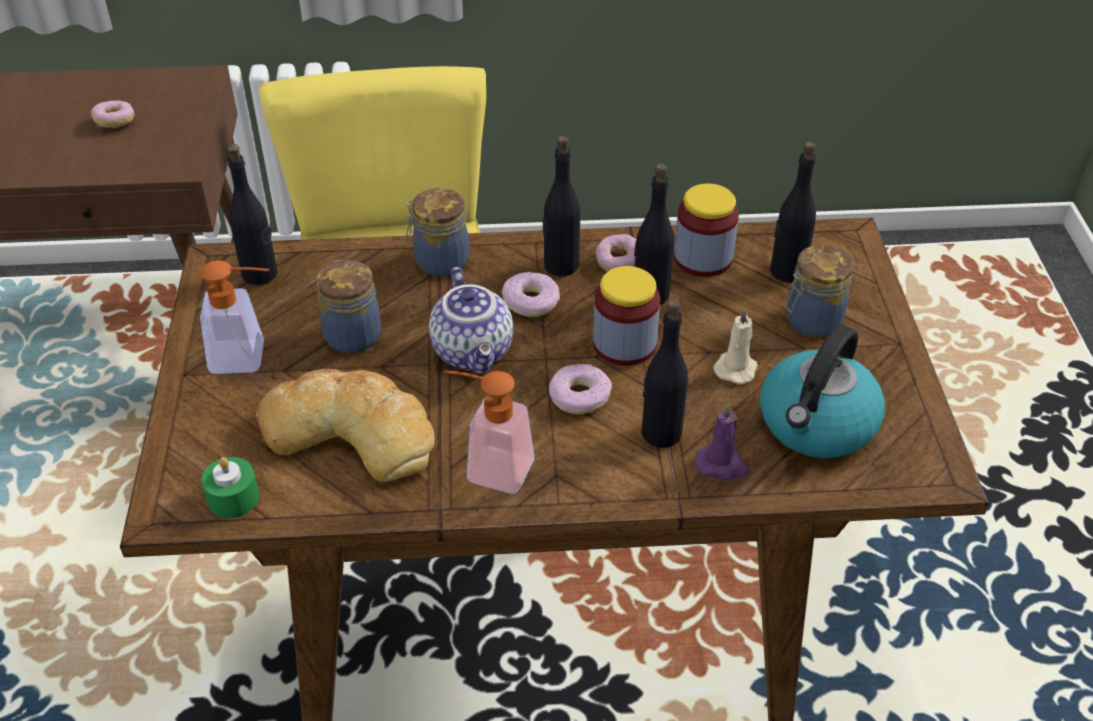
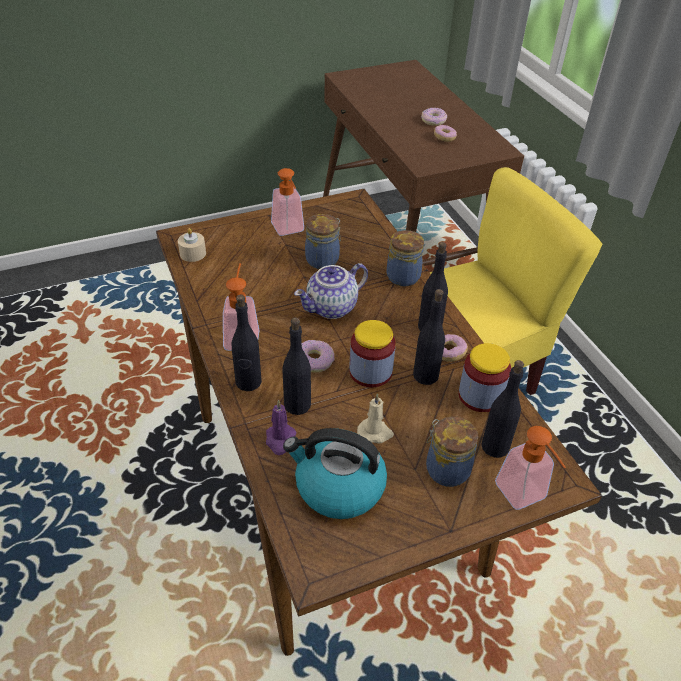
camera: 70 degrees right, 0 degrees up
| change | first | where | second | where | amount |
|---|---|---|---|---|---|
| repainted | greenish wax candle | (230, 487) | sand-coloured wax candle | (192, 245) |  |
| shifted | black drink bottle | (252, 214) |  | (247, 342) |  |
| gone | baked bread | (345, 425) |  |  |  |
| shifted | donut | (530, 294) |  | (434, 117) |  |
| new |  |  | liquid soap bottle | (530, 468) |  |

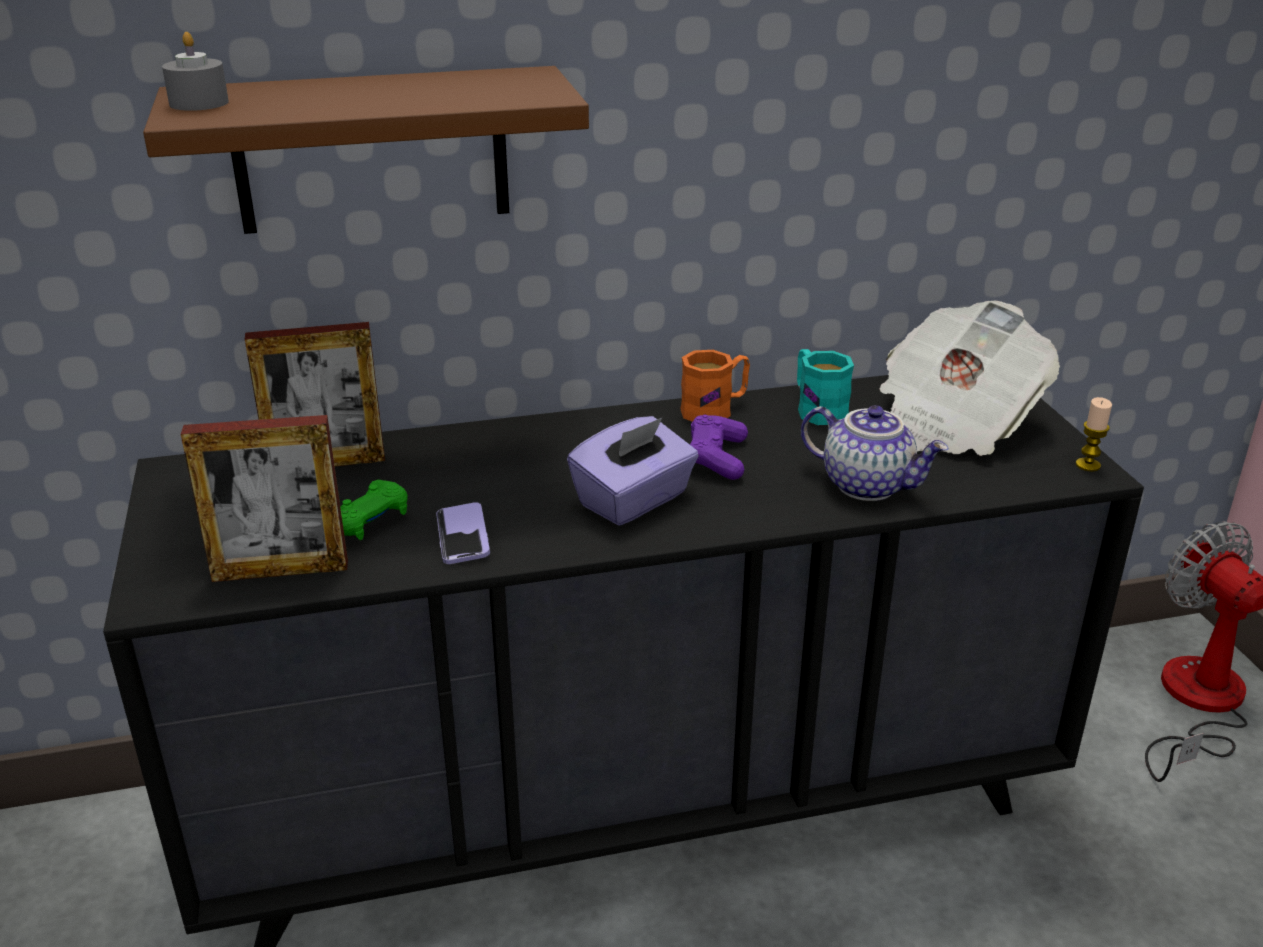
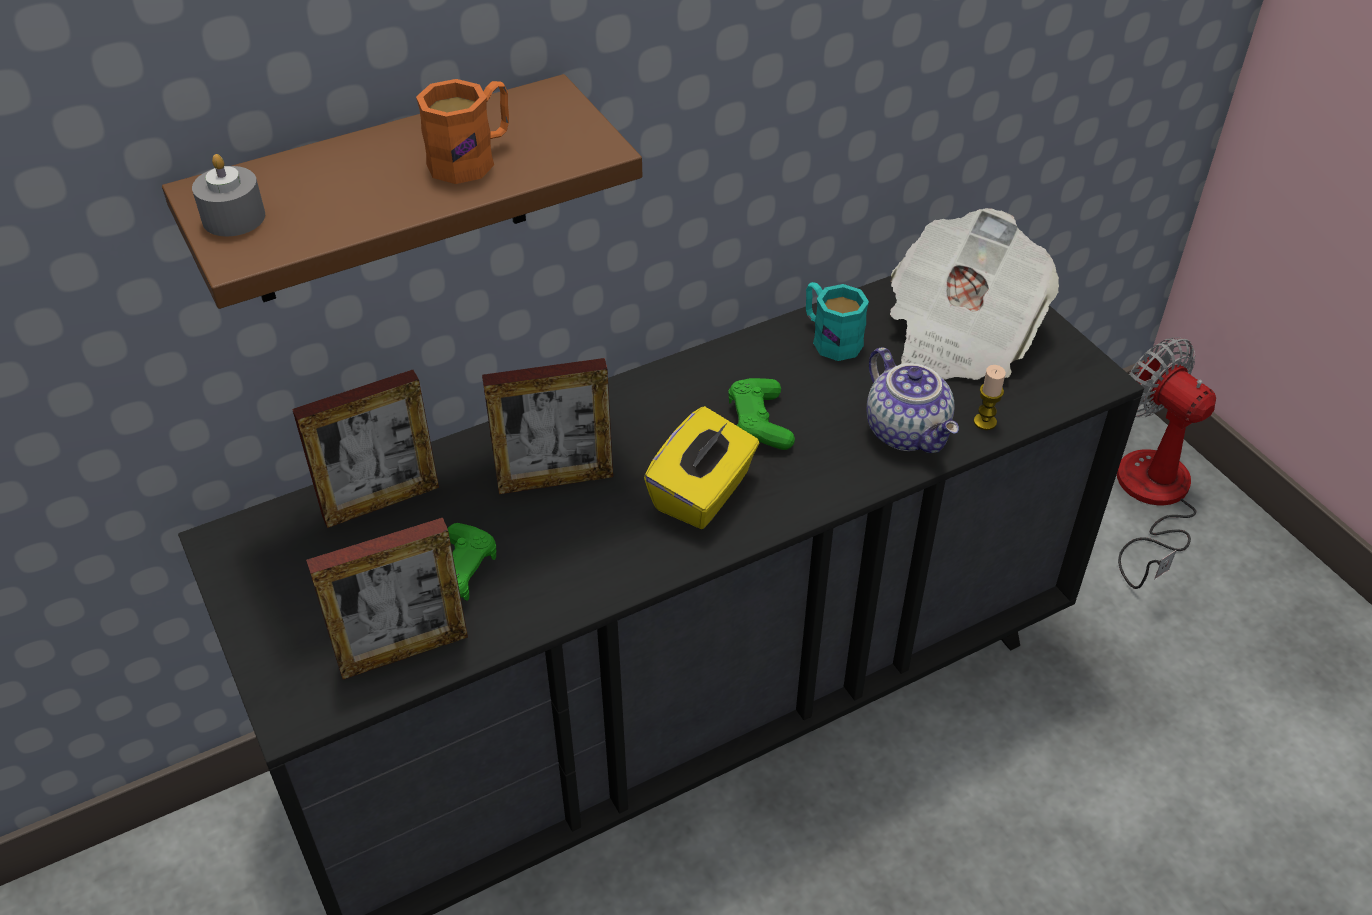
camera: 15 degrees left, 15 degrees up
| change | first | where | second | where | amount |
|---|---|---|---|---|---|
| gone | handset | (463, 533) |  |  |  |
| repainted | purple tissue holder | (633, 471) | yellowish tissue holder | (701, 467) |  |
| shifted | orange coffee mug | (715, 386) |  | (462, 131) |  |
| repainted | purple game controller | (719, 447) | greenish game controller | (761, 414) |  |
| rotated | tea pot | (874, 453) |  | (913, 400) | 45 degrees clockwise |
| shifted | wax candle | (1094, 434) |  | (989, 397) |  |
| new |  |  | picture frame | (547, 426) |  |

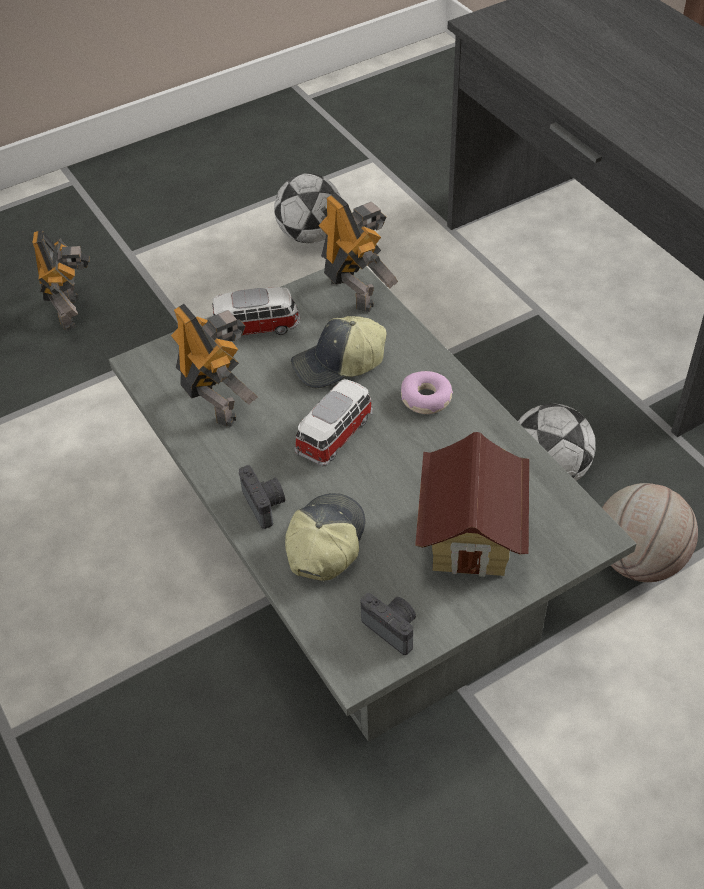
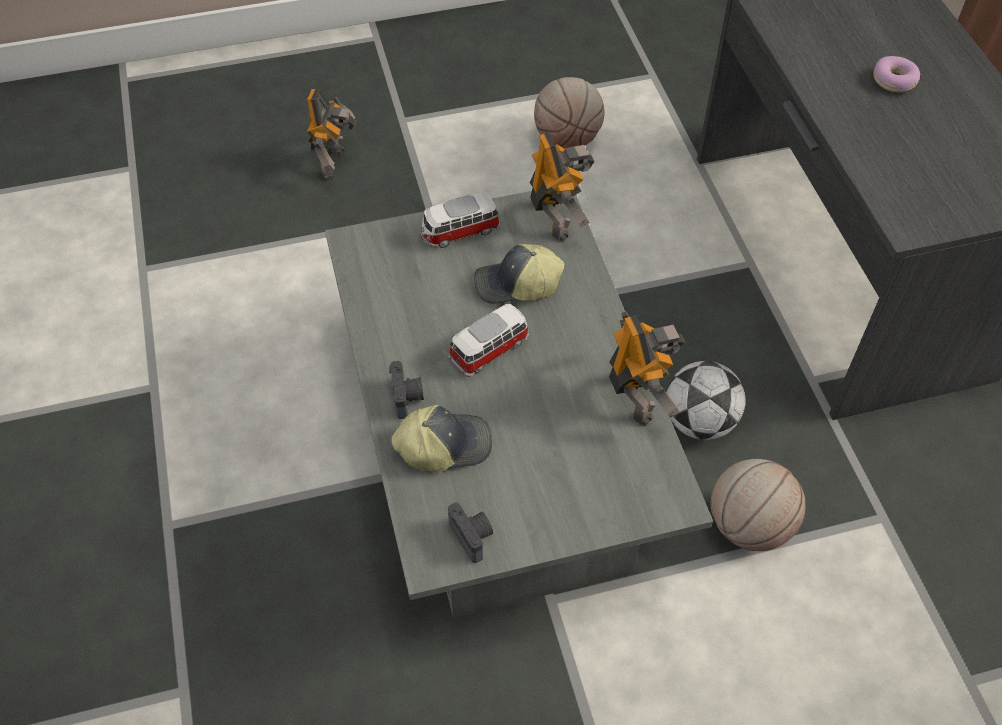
camera: 15 degrees right, 5 degrees up
| change | first | where | second | where | amount |
|---|---|---|---|---|---|
| shifted | toy robot | (214, 365) |  | (647, 368) |  |
| rotated | miniature car | (256, 314) |  | (460, 220) | 150 degrees clockwise |
| swapped | football ball | (307, 208) | basketball | (569, 113) |  |
| rotated | baseball cap | (325, 537) |  | (441, 438) | 45 degrees clockwise |
| shifted | donut | (427, 392) |  | (896, 74) |  |
| gone | model house | (472, 504) |  |  |  |

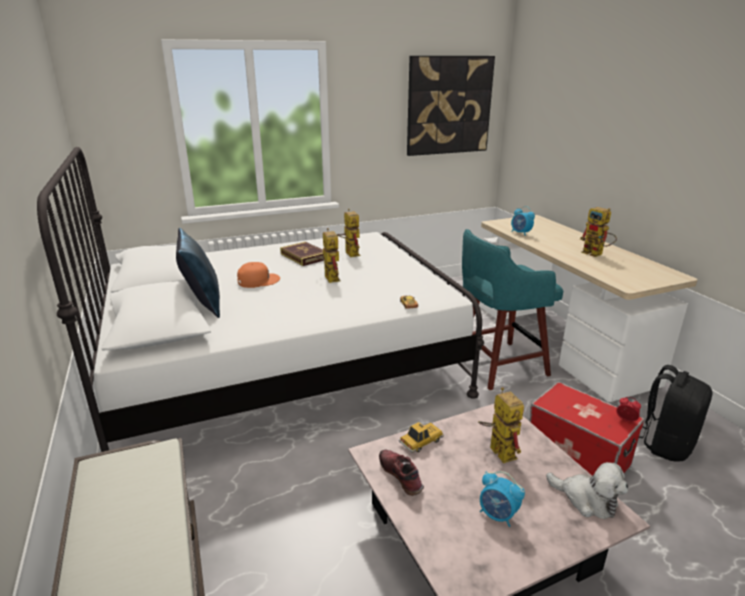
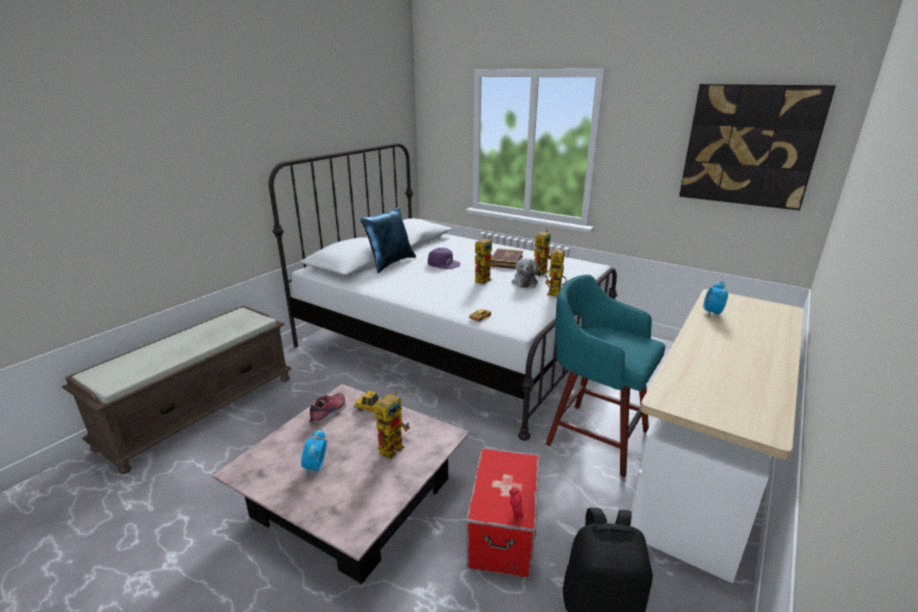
camera: 55 degrees right, 0 degrees up
| change | first | where | second | where | amount |
|---|---|---|---|---|---|
| repainted | orange baseball cap | (258, 275) | purple baseball cap | (444, 258) |  |
| shifted | cuddly toy | (587, 490) |  | (526, 273) |  |
| shifted | toy robot | (598, 232) |  | (556, 272) |  |

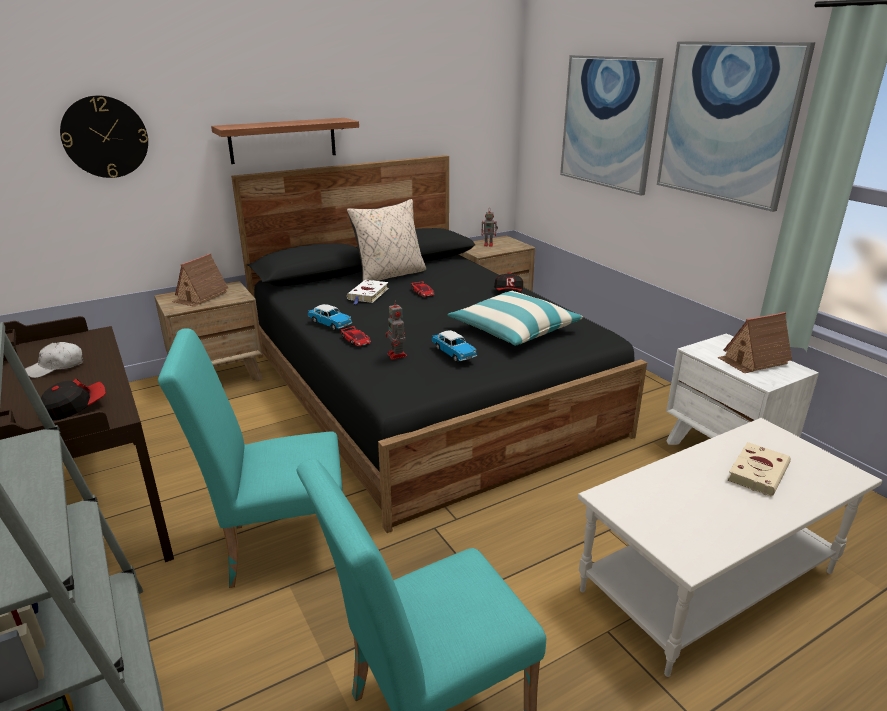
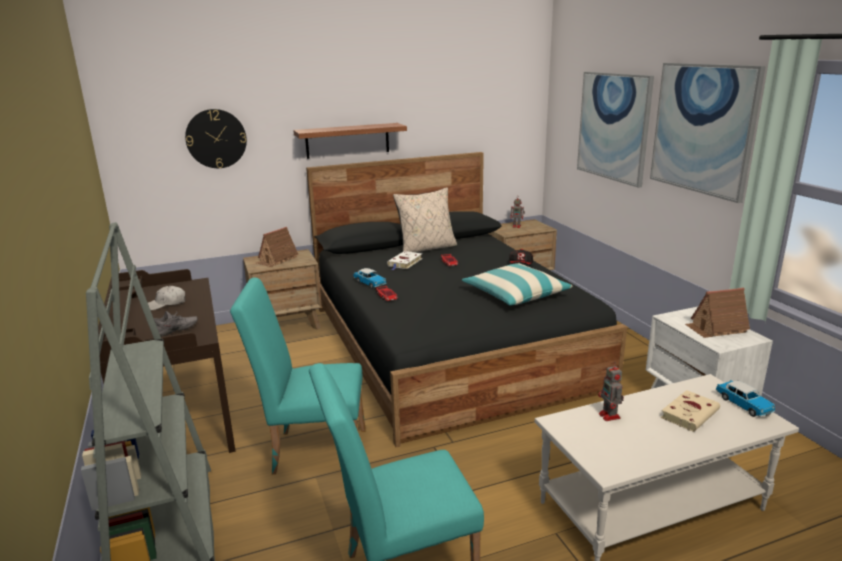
camera: 10 degrees right, 5 degrees down
| change | first | where | second | where | amount |
|---|---|---|---|---|---|
| swapped | baseball cap | (73, 400) | gray low shoe | (176, 324) |  |
| shifted | toy robot | (396, 330) |  | (611, 391) |  |
| shifted | miniature car | (454, 346) |  | (745, 398) |  |

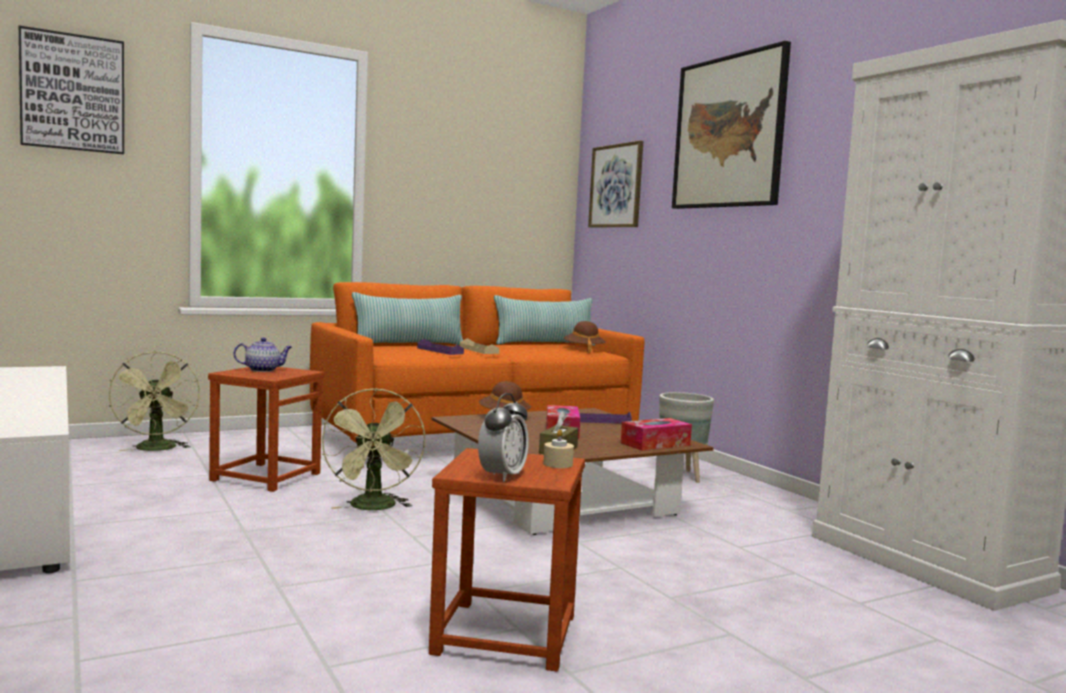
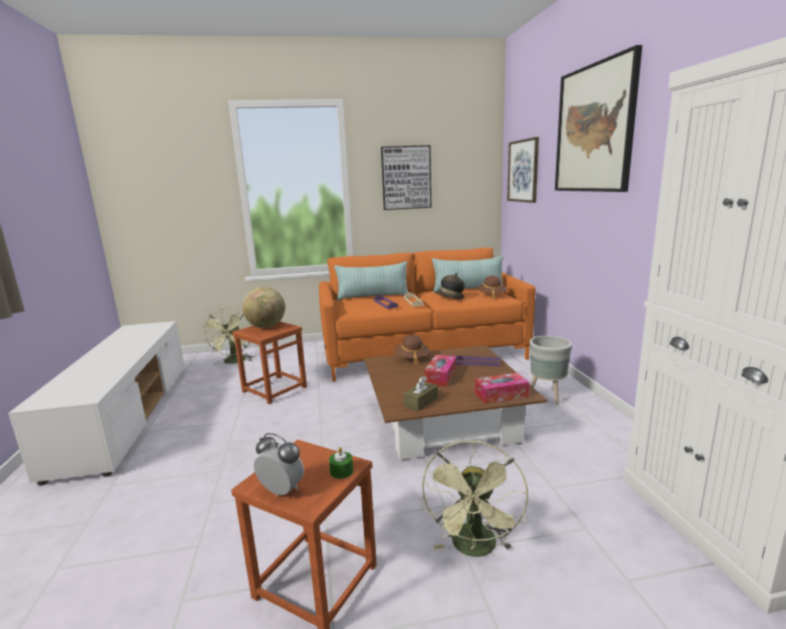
camera: 20 degrees right, 10 degrees up
| change | first | where | second | where | amount |
|---|---|---|---|---|---|
| shifted | wall art | (71, 90) |  | (406, 177) |  |
| swapped | tea pot | (263, 354) | desk globe | (263, 307) |  |
| shifted | greenish fan | (373, 449) |  | (475, 499) |  |
| rotated | table clock | (503, 437) |  | (279, 464) | 105 degrees counterclockwise |
| repainted | sand-coloured wax candle | (558, 448) | greenish wax candle | (341, 463) |  |
| new |  |  | clothing hat | (450, 286) |  |

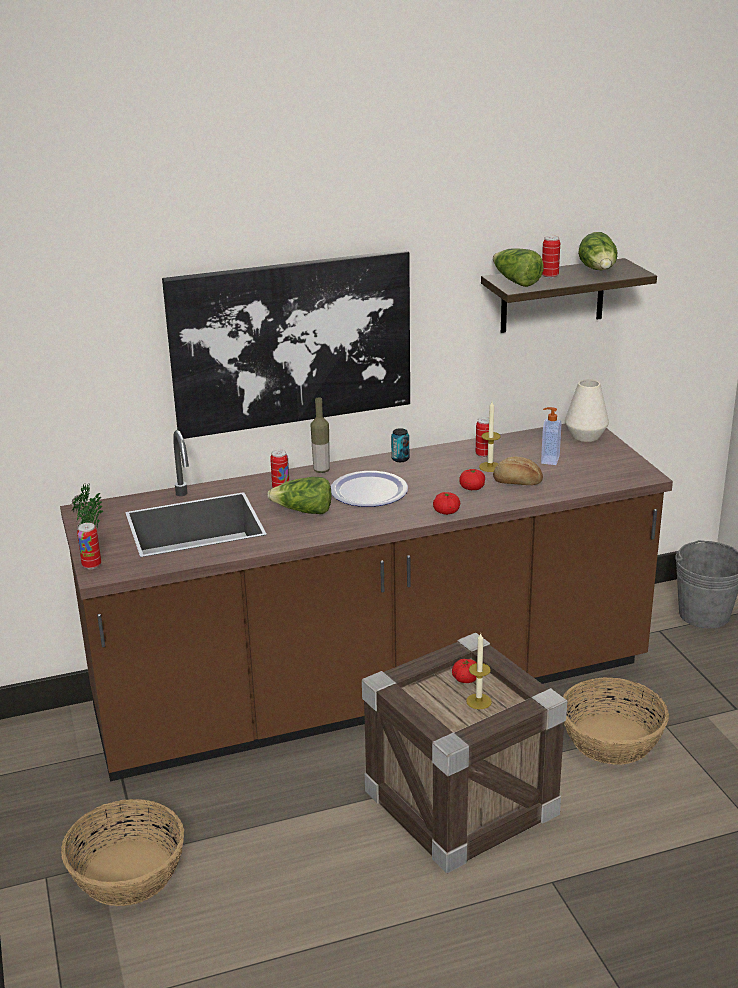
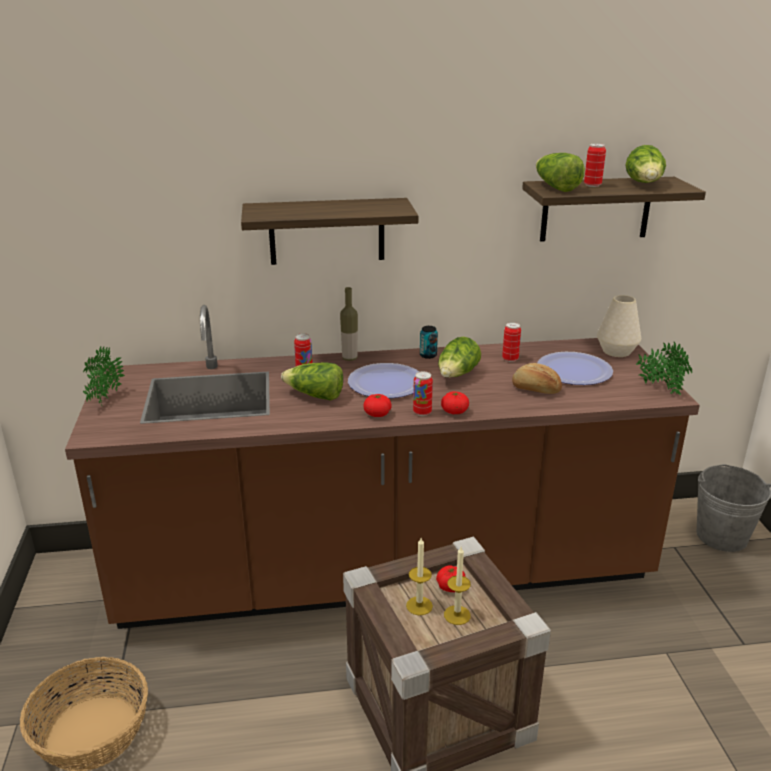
camera: 10 degrees right, 0 degrees up
| change | first | where | second | where | amount |
|---|---|---|---|---|---|
| shifted | metal can | (89, 546) |  | (423, 393) |  |
| swapped | wall art | (286, 344) | wall shelf | (330, 231) |  |
| shifted | tomato | (472, 479) |  | (377, 405) |  |
| shifted | wax candle | (490, 436) |  | (419, 576) |  |
| swapped | liquid soap bottle | (551, 436) | flat dish | (575, 368) |  |
| gone | household basket | (616, 721) |  |  |  |
| new |  |  | lettuce | (459, 357) |  |
| new |  |  | potted plant | (664, 368) |  |

